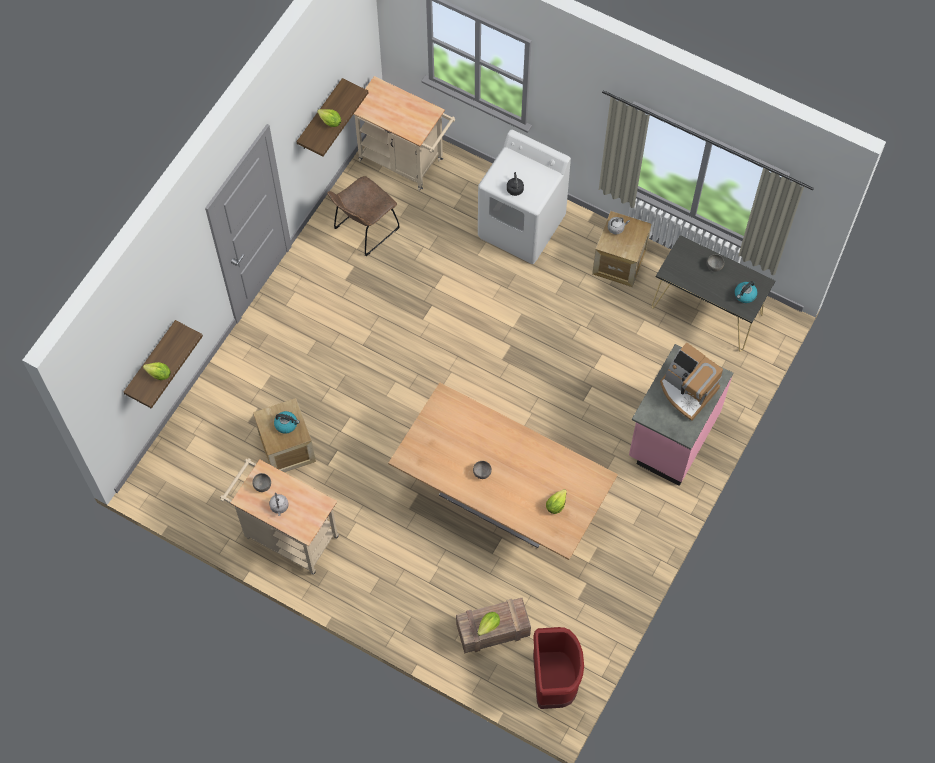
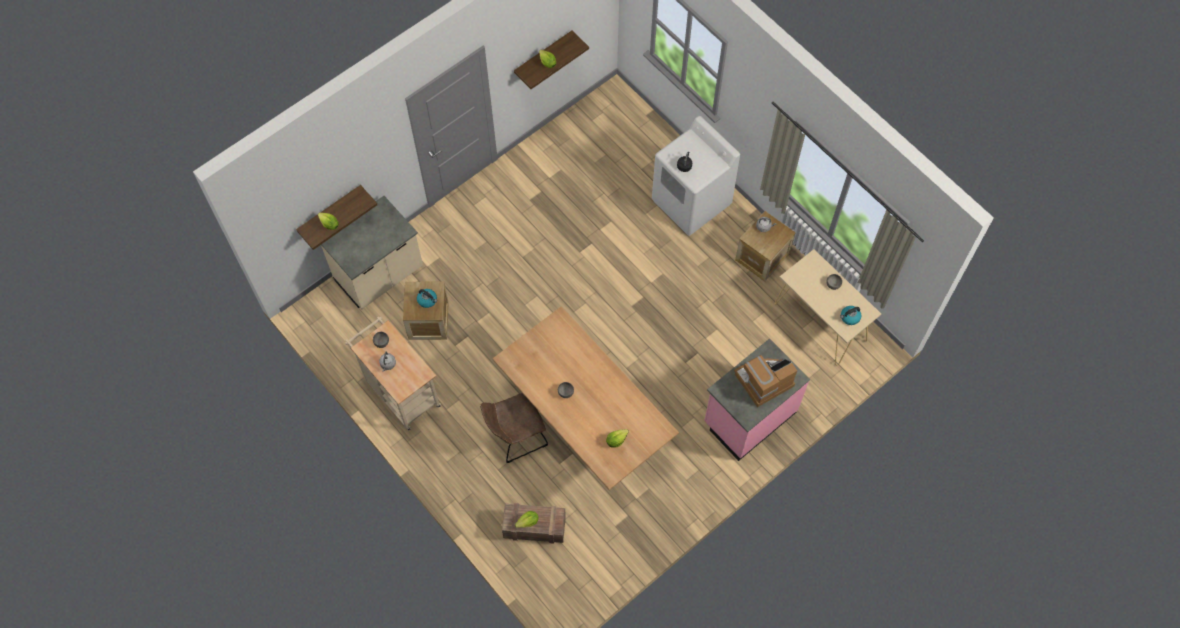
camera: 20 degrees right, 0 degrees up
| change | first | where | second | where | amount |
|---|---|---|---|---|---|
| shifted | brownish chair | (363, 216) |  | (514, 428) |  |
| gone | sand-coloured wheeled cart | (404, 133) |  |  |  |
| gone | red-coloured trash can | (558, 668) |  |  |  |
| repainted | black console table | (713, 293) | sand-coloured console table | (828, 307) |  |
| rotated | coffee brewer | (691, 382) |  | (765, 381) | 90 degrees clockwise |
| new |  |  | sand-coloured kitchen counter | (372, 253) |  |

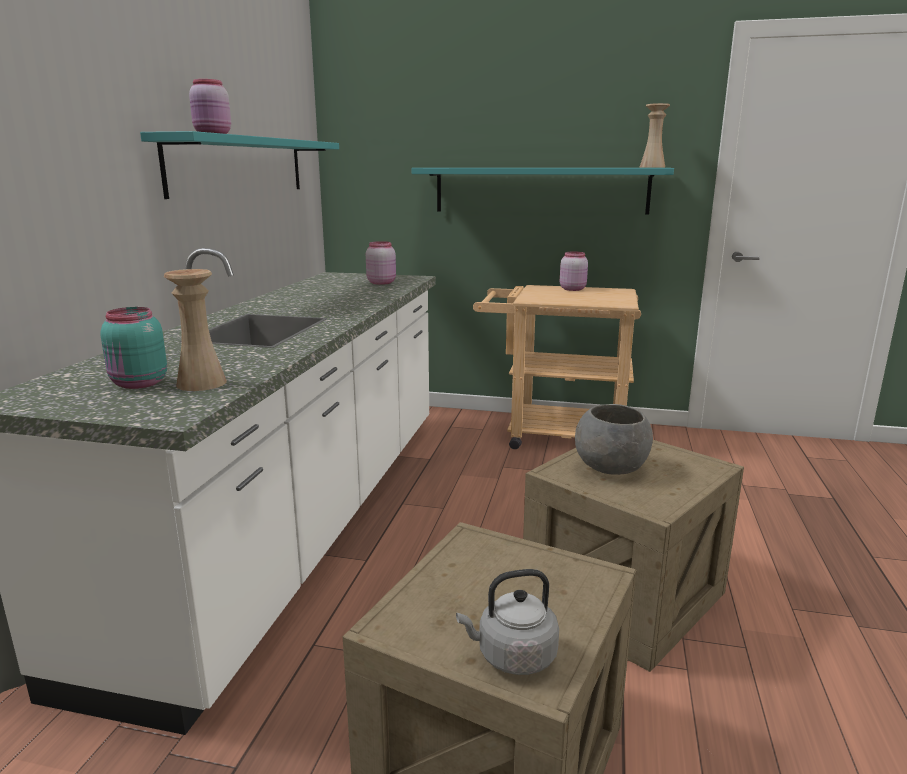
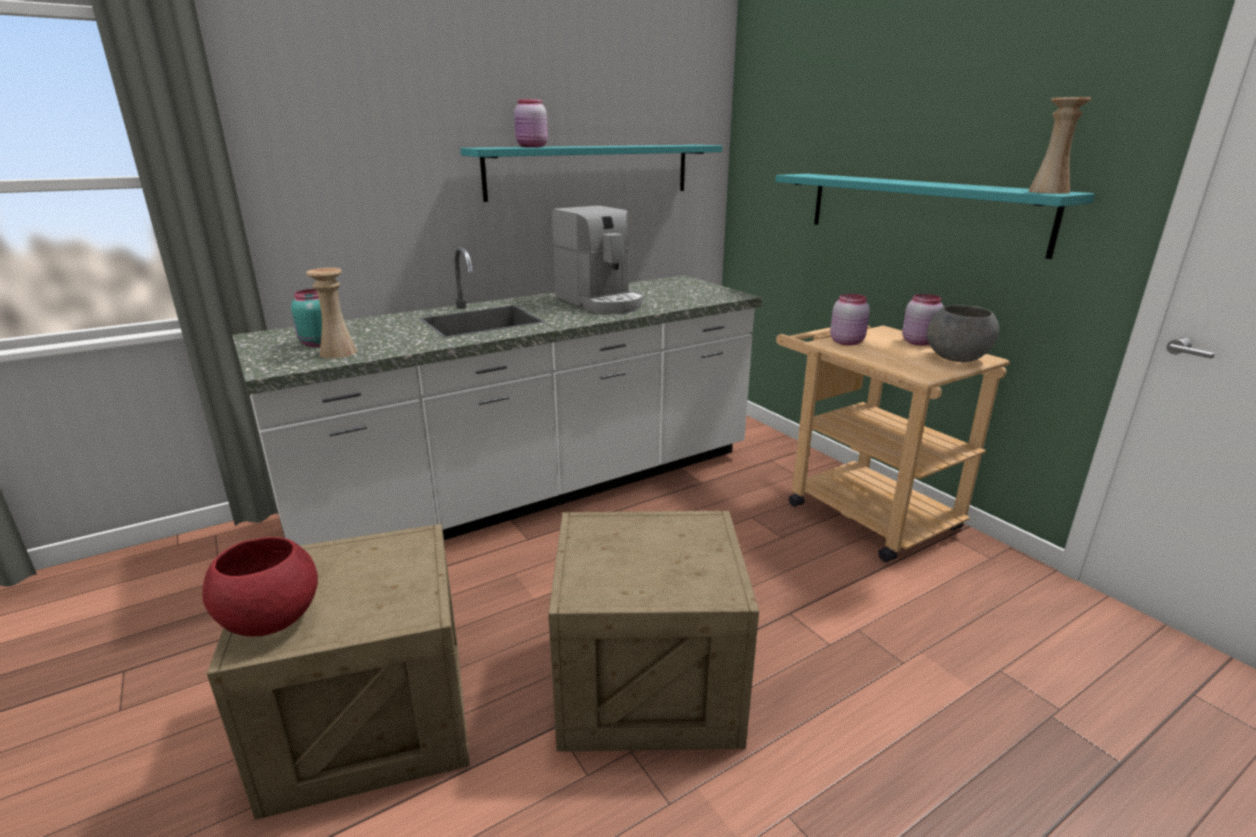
camera: 45 degrees right, 5 degrees up
| change | first | where | second | where | amount |
|---|---|---|---|---|---|
| shifted | pink jar | (381, 263) |  | (850, 319) |  |
| swapped | gray water kettle | (507, 622) | red-coloured serving bowl | (260, 587) |  |
| shifted | gray serving bowl | (614, 439) |  | (963, 333) |  |
| new |  |  | coffee brewer | (598, 260) |  |

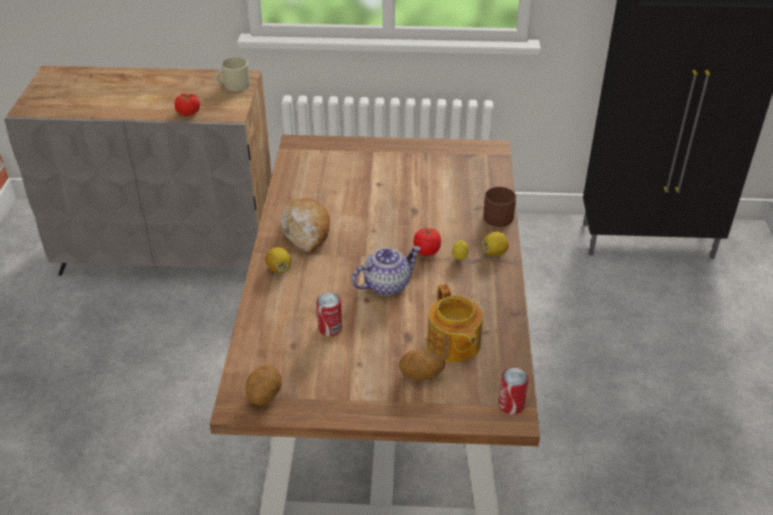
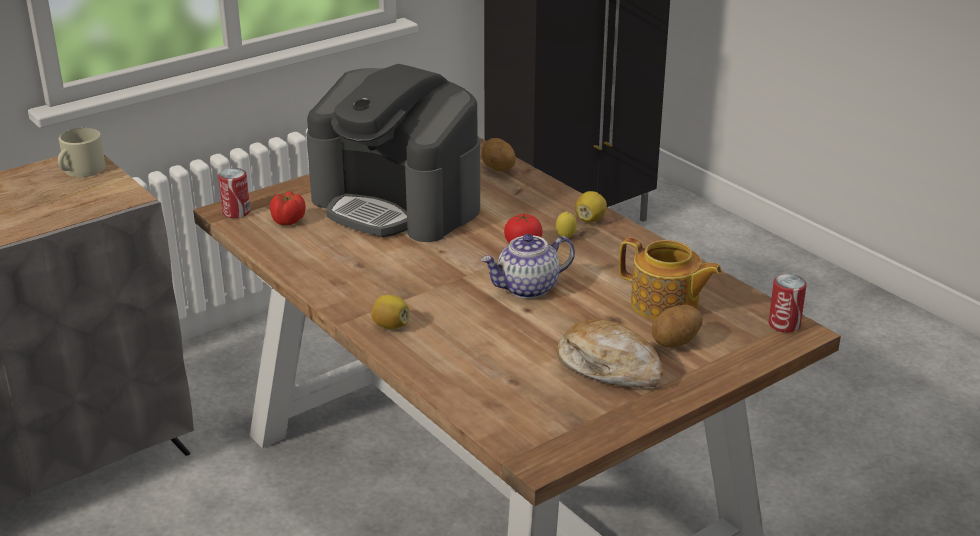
camera: 40 degrees left, 10 degrees down
| change | first | where | second | where | amount |
|---|---|---|---|---|---|
| shifted | tomato | (187, 104) |  | (288, 208) |  |
| shifted | spud | (263, 385) |  | (499, 155) |  |
| shifted | baked bread | (305, 225) |  | (610, 353) |  |
| shifted | metal can | (329, 314) |  | (234, 193) |  |
| rotated | tea pot | (386, 271) |  | (528, 266) | 135 degrees counterclockwise |
| gone | brownish coffee mug | (499, 207) |  |  |  |
| new |  |  | coffee brewer | (393, 153) |  |

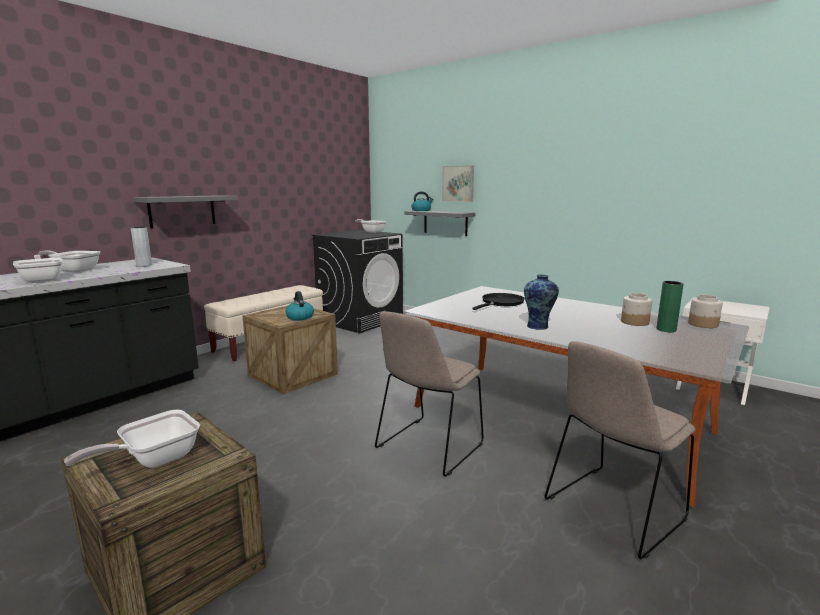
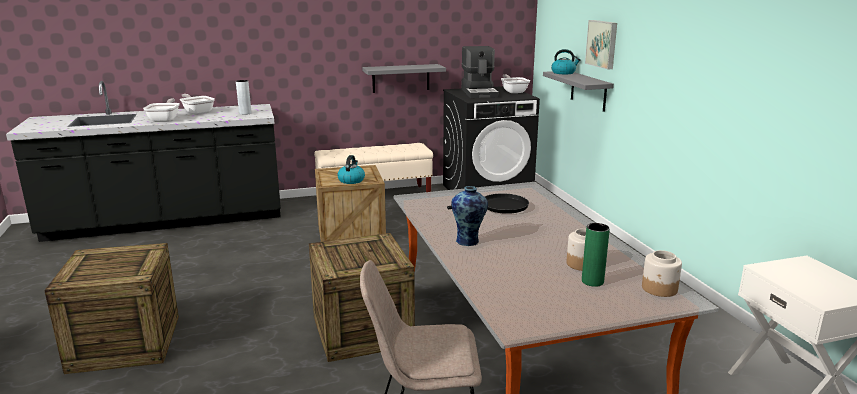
camera: 35 degrees right, 5 degrees up
| change | first | where | second | where | amount |
|---|---|---|---|---|---|
| gone | skillet | (132, 439) |  |  |  |
| shifted | gray wall shelf | (186, 211) |  | (404, 78) |  |
| swapped | sand-coloured chair | (429, 394) | crate | (362, 297) |  |
| new |  |  | coffee brewer | (480, 72) |  |

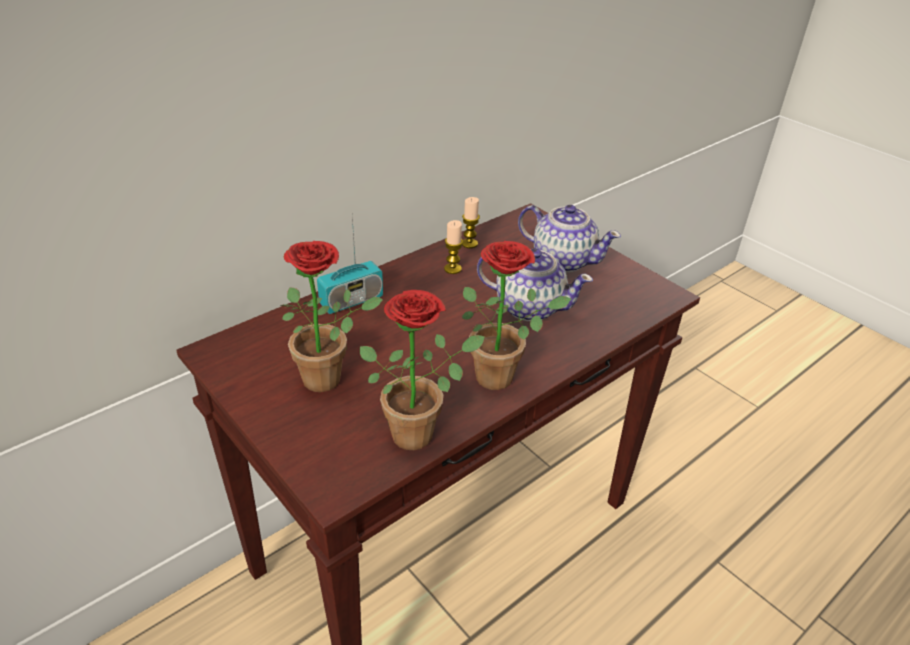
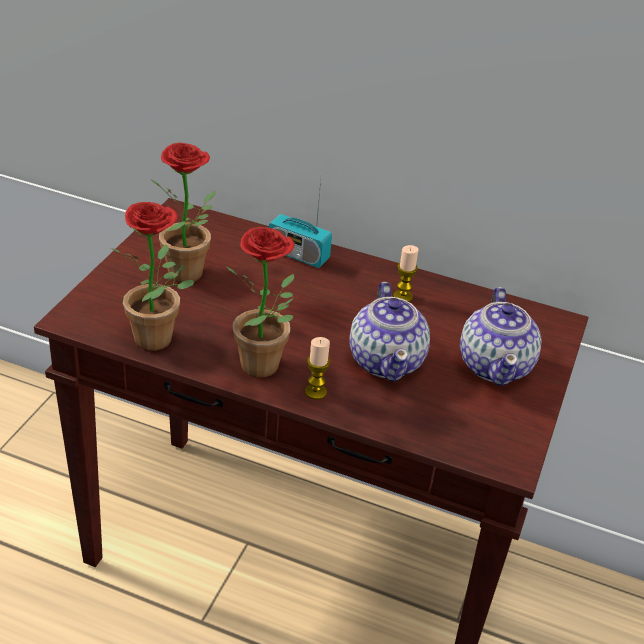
camera: 60 degrees right, 0 degrees up
| change | first | where | second | where | amount |
|---|---|---|---|---|---|
| shifted | wax candle | (471, 222) |  | (317, 368) |  |

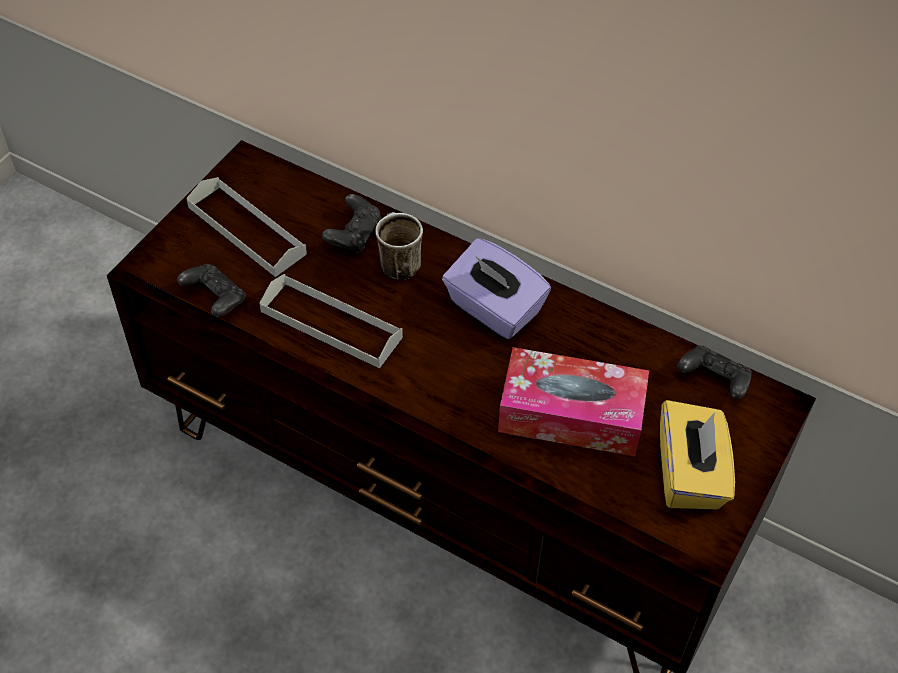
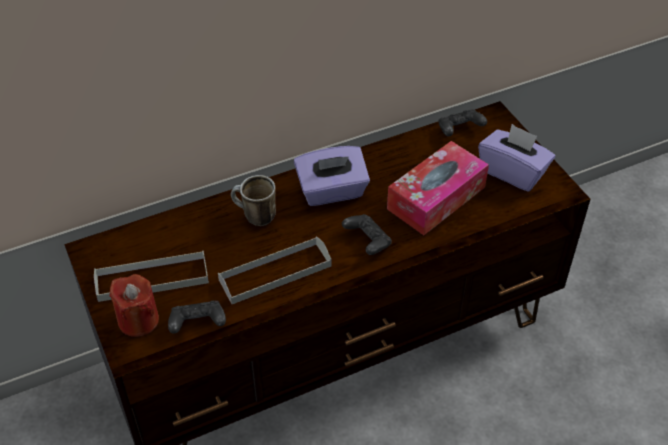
camera: 55 degrees left, 5 degrees down
| change | first | where | second | where | amount |
|---|---|---|---|---|---|
| shifted | black game controller | (351, 223) |  | (367, 234) |  |
| repainted | yellowish tissue holder | (697, 454) | purple tissue holder | (516, 157) |  |
| new |  |  | red-coloured wax candle | (134, 305) |  |

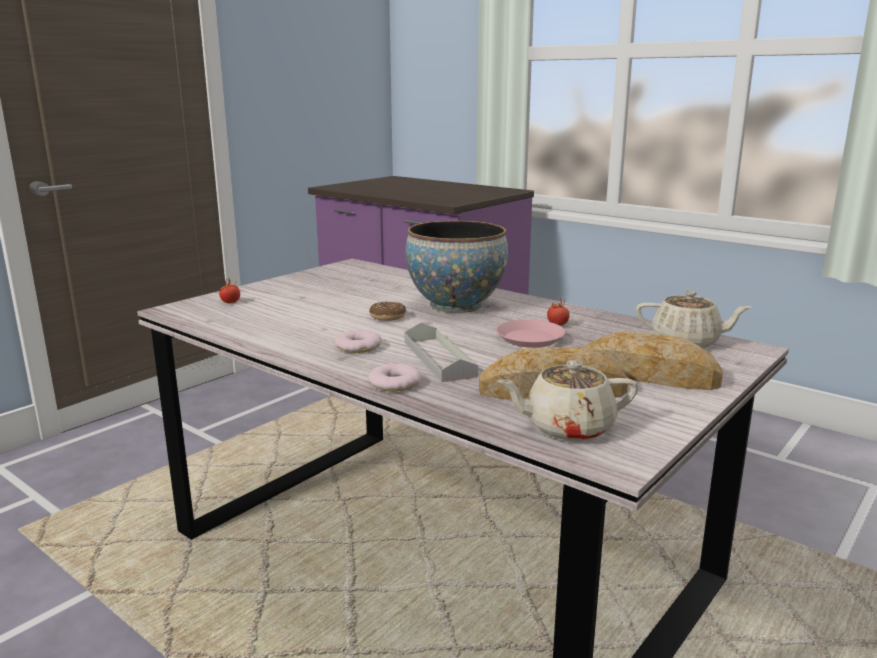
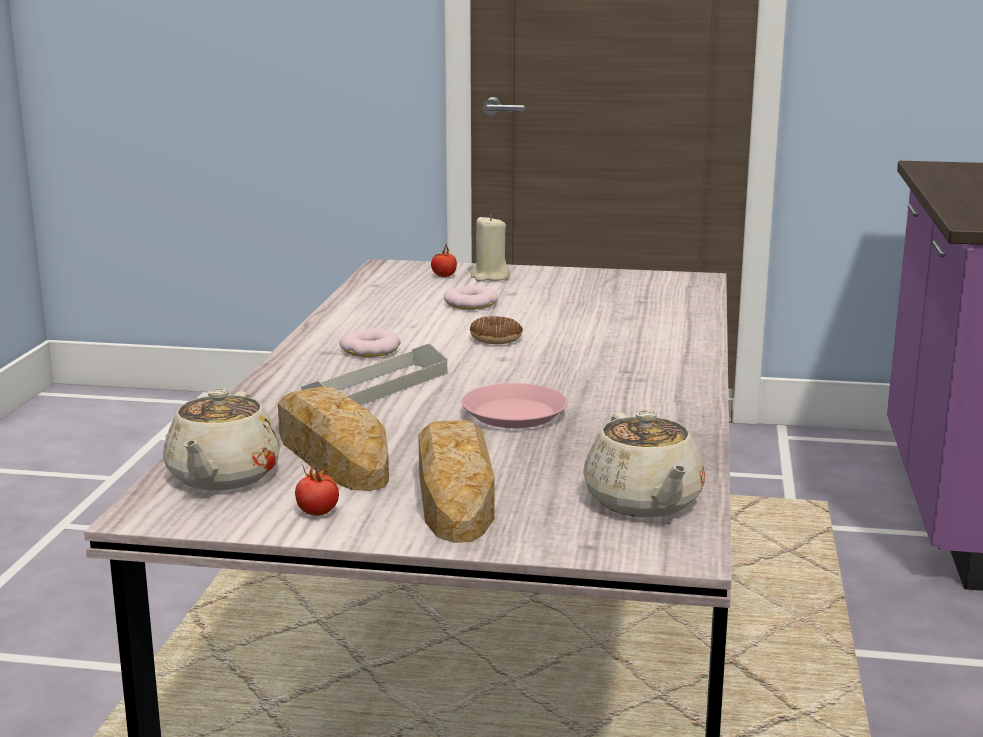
camera: 60 degrees right, 0 degrees up
| change | first | where | second | where | amount |
|---|---|---|---|---|---|
| shifted | donut | (395, 378) |  | (471, 297) |  |
| gone | serving bowl | (457, 267) |  |  |  |
| rotated | sand-coloured tea pot | (567, 400) |  | (222, 439) | 135 degrees counterclockwise |
| shifted | tomato | (558, 312) |  | (317, 489) |  |
| new |  |  | sand-coloured wax candle | (490, 248) |  |

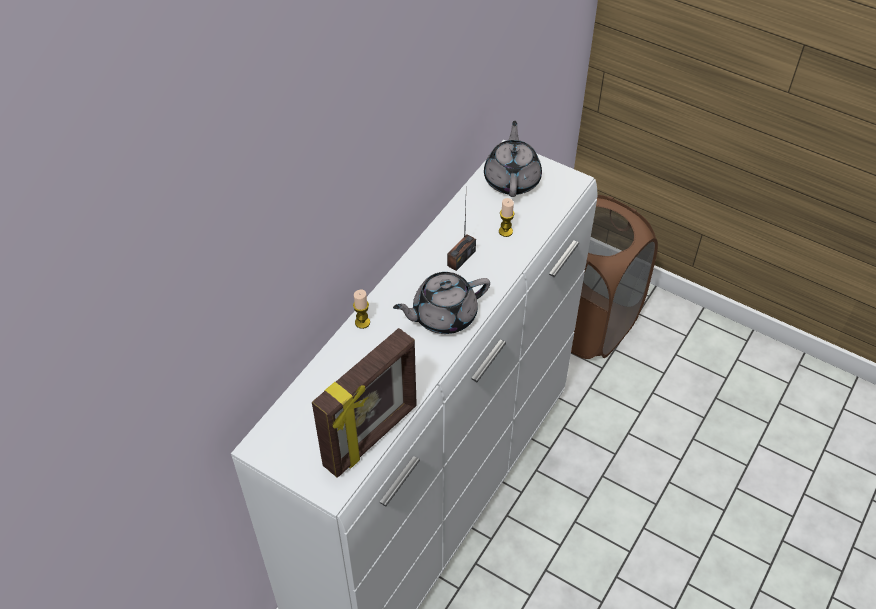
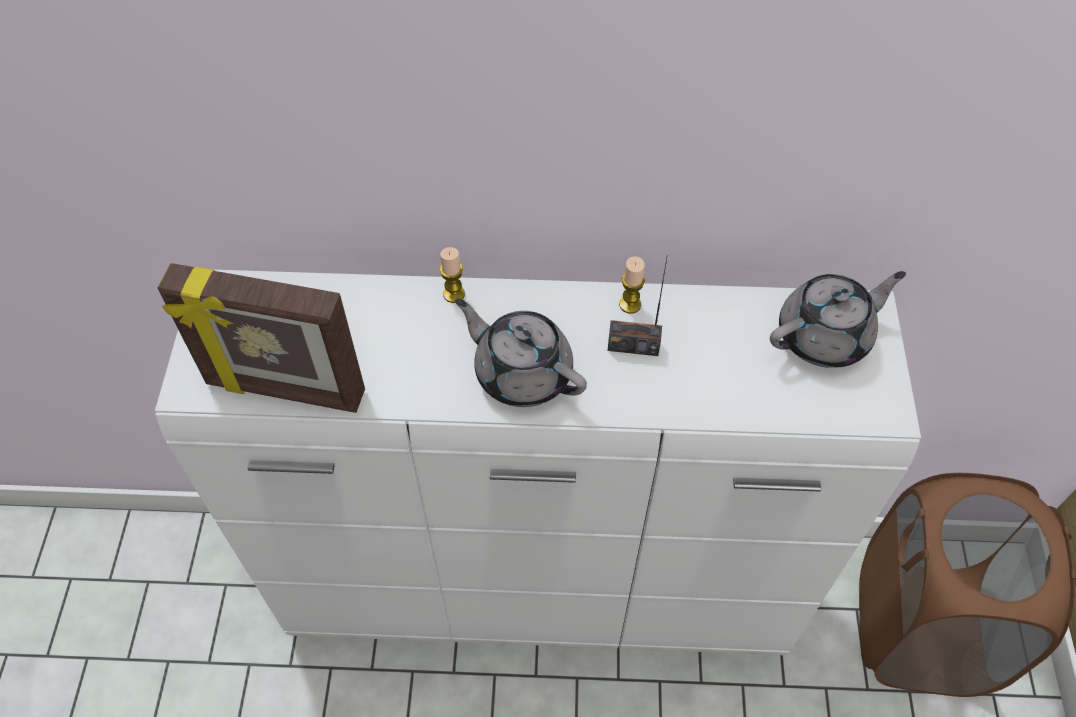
camera: 60 degrees right, 5 degrees up
| change | first | where | second | where | amount |
|---|---|---|---|---|---|
| shifted | wax candle | (506, 217) |  | (632, 285) |  |

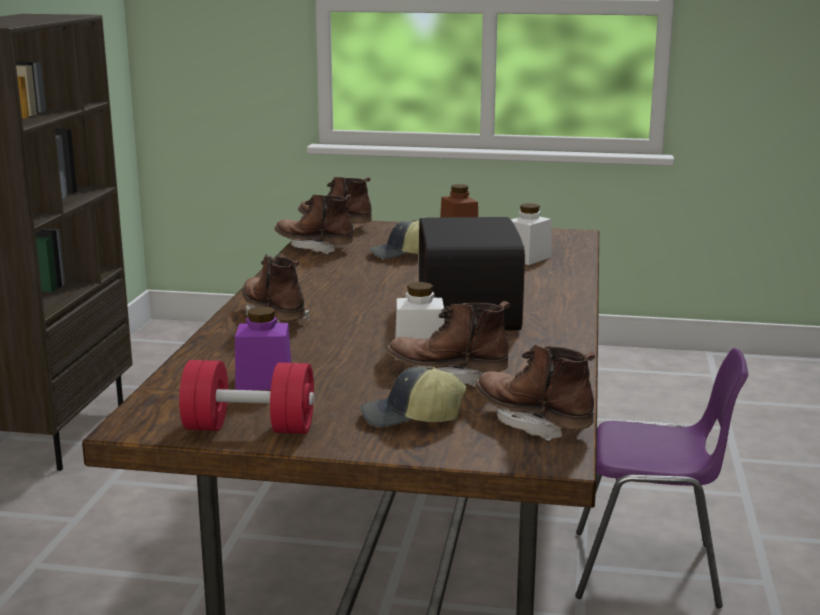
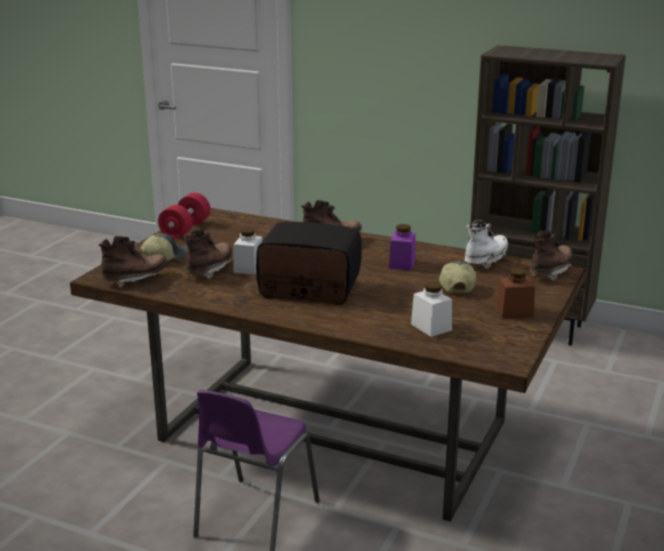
camera: 105 degrees right, 5 degrees up
| change | first | where | second | where | amount |
|---|---|---|---|---|---|
| shifted | purple jar | (263, 348) |  | (402, 247) |  |
| repainted | brownish high-top boot | (313, 224) | white high-top boot | (486, 245) |  |
| rotated | baseball cap | (413, 396) |  | (164, 246) | 45 degrees clockwise |

